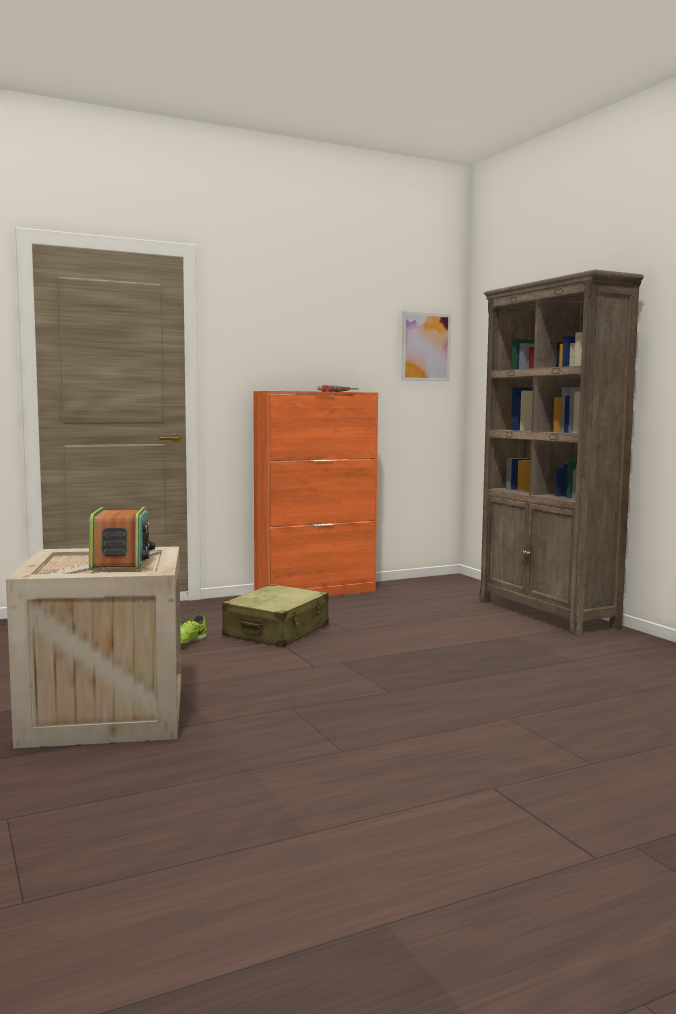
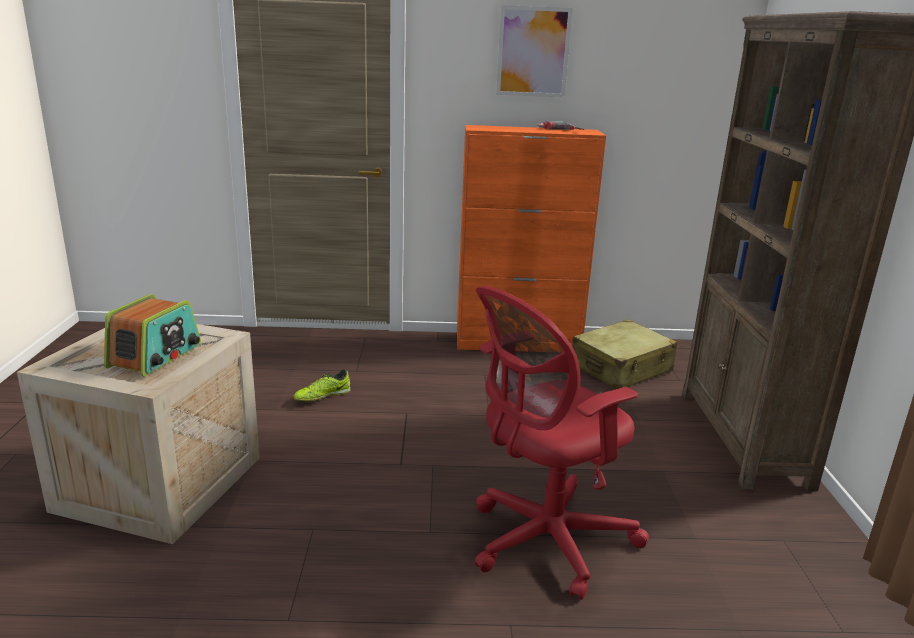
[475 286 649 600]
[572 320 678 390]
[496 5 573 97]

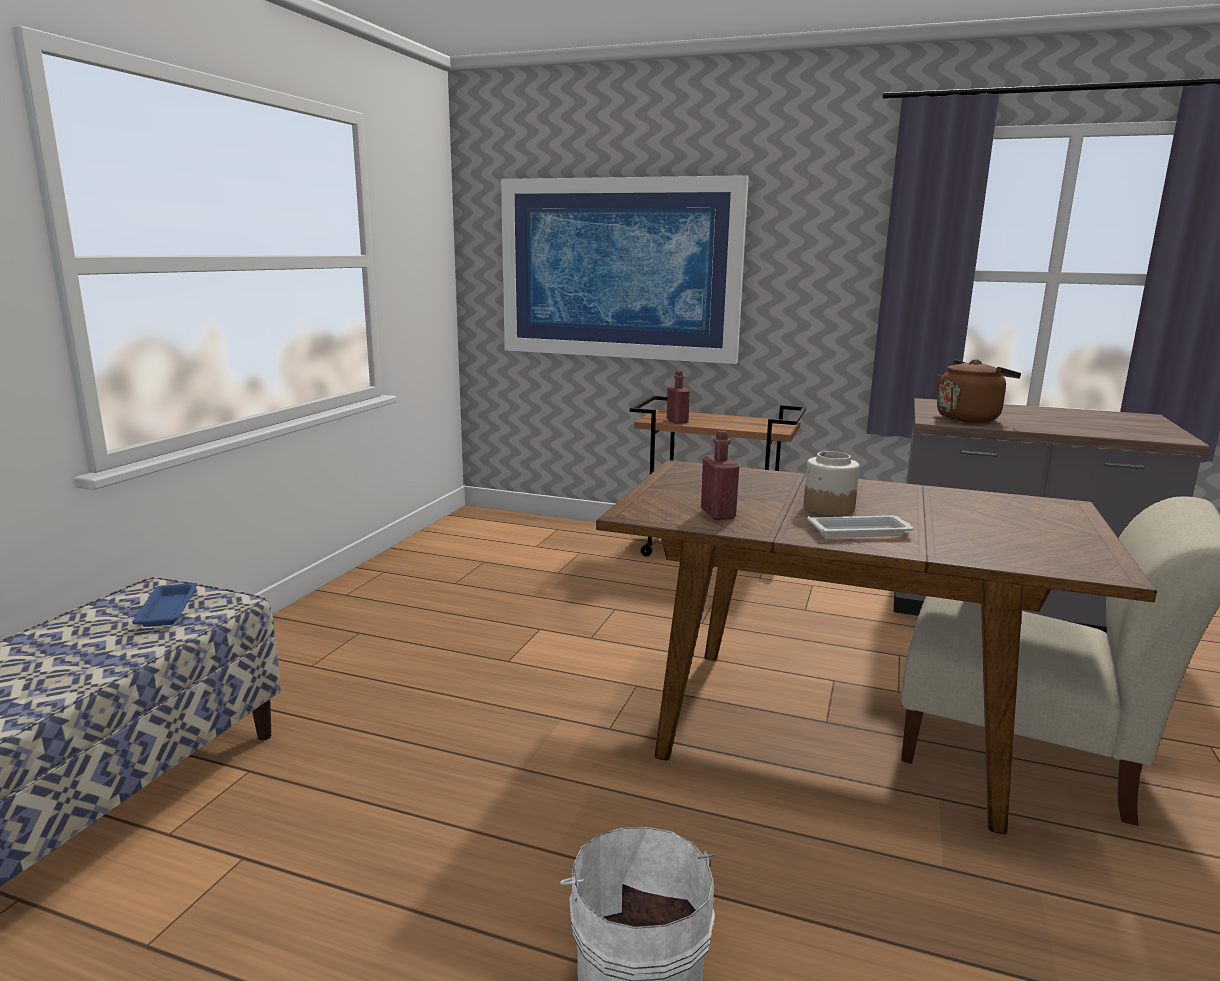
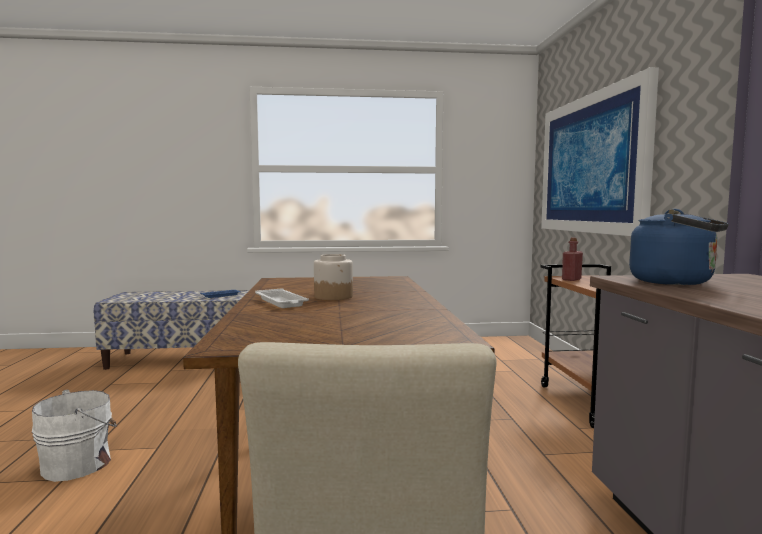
[701 431 739 520] (first image)
[629 209 729 285]

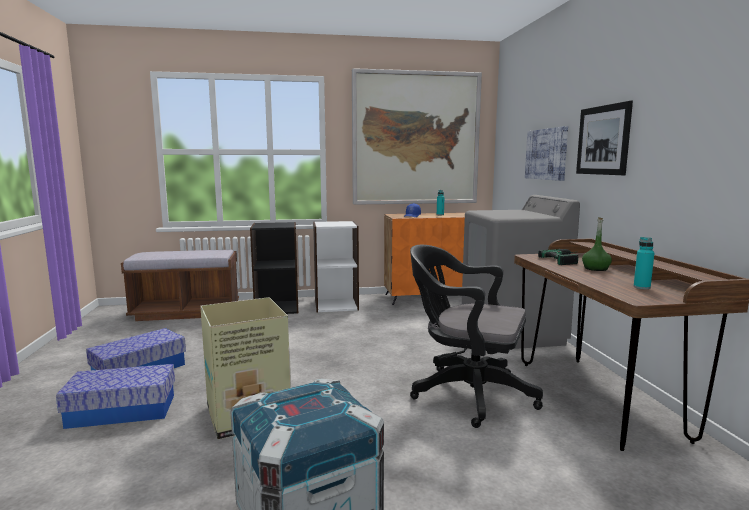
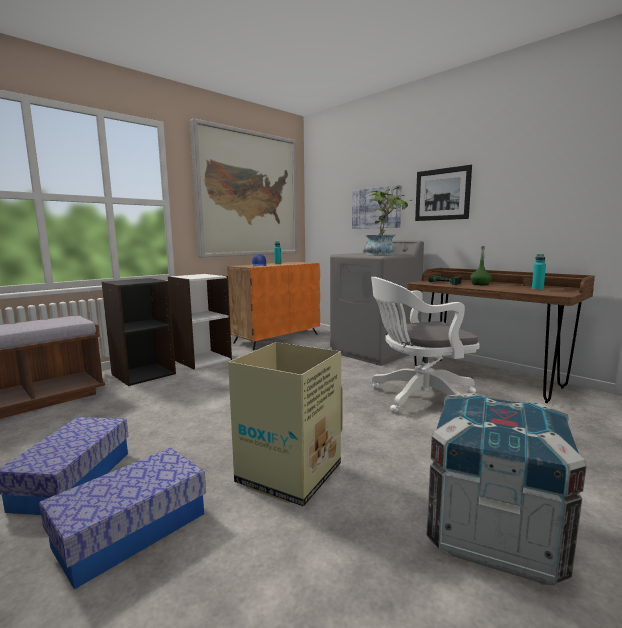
[365 187 413 255]
[371 277 480 413]

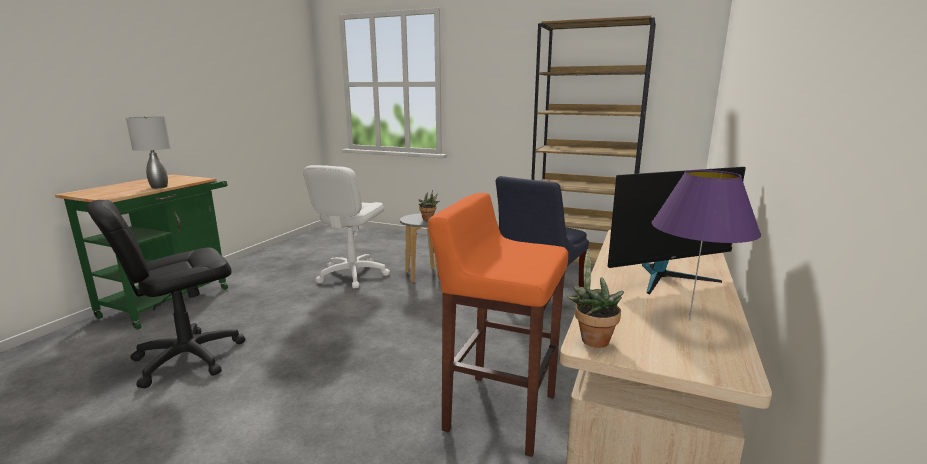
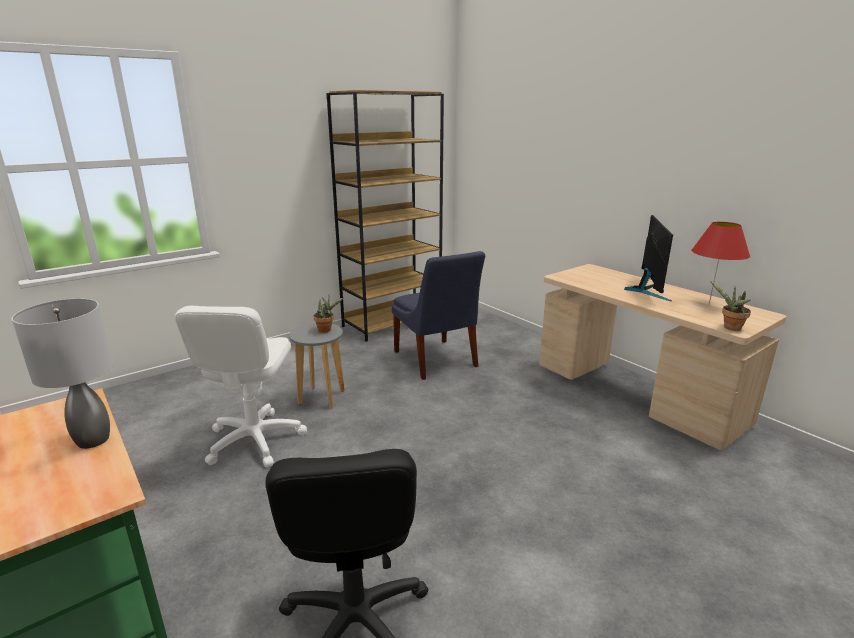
[428 193 568 457] (first image)
[691 222 750 304]
[175 306 307 467]

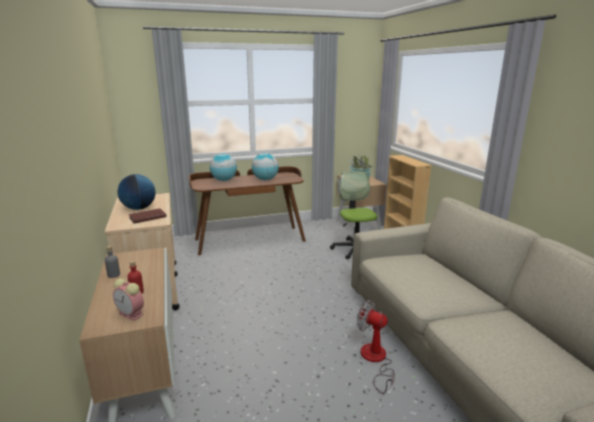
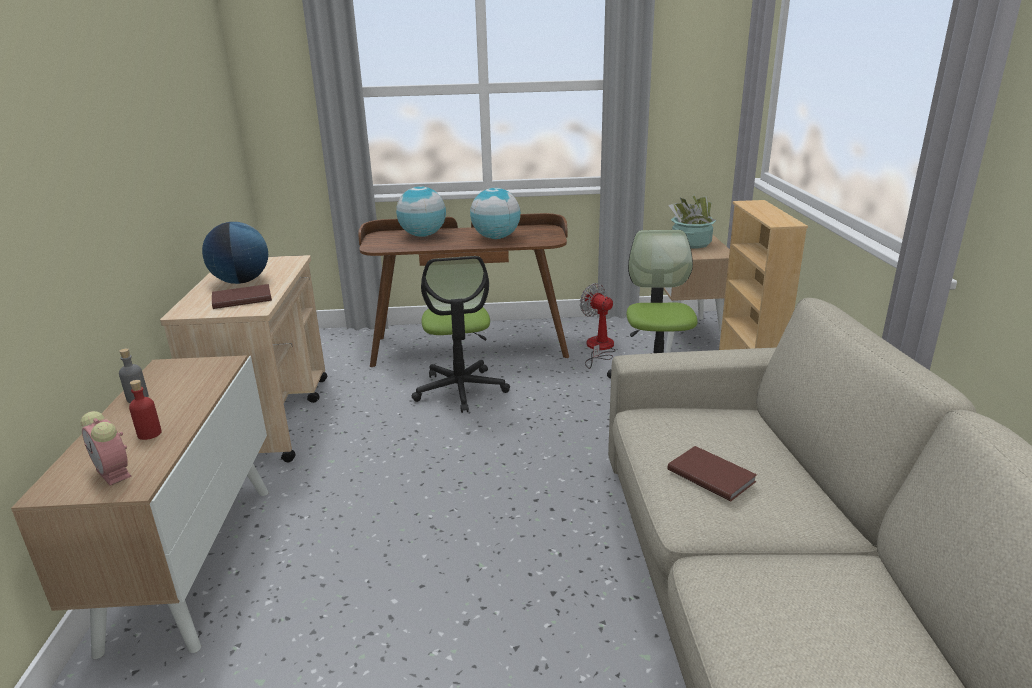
[411 256 510 413]
[668 446 757 501]
[580 283 616 369]

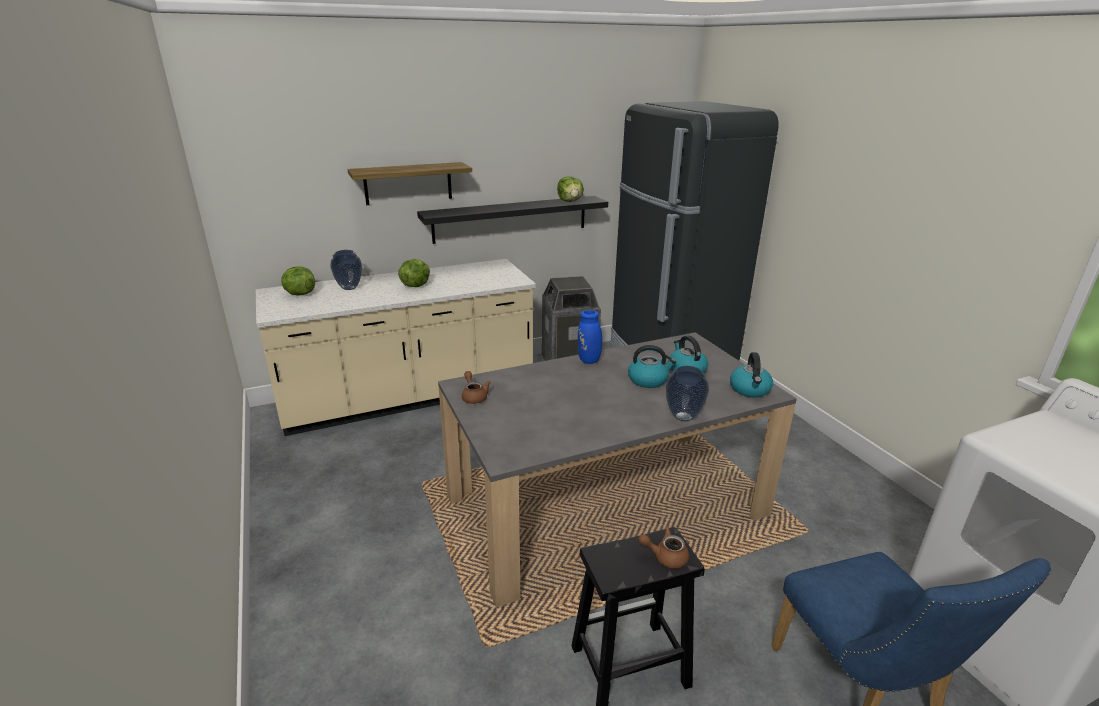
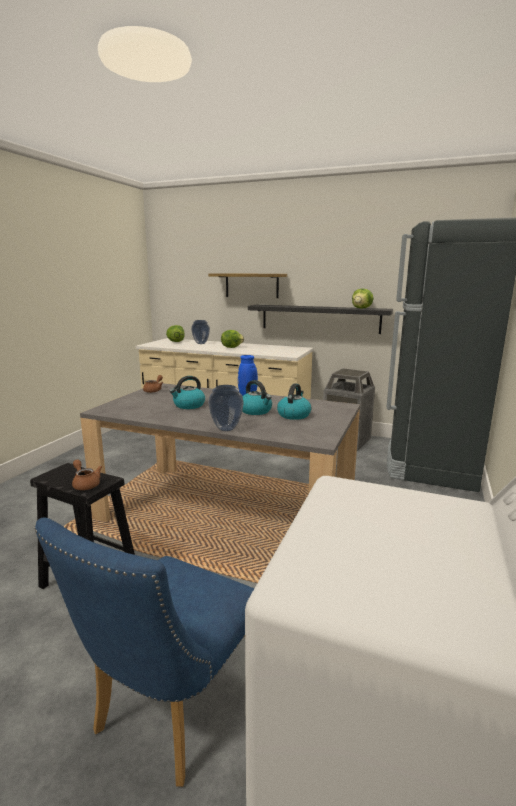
[170 376 205 409]

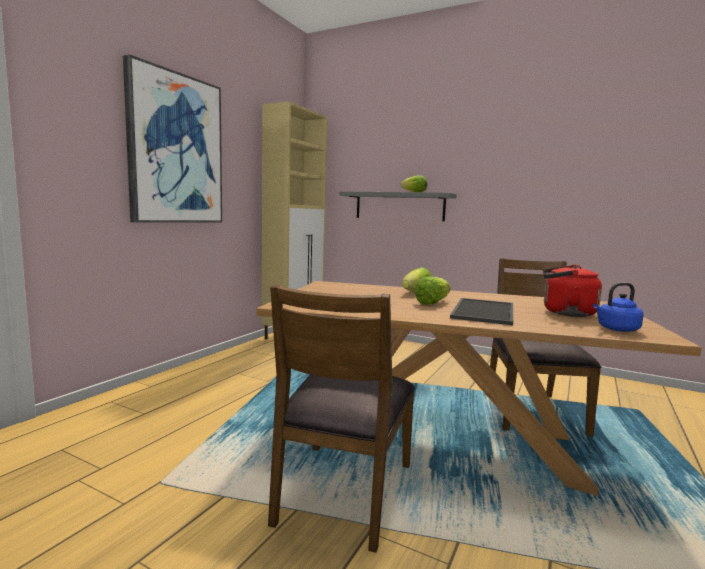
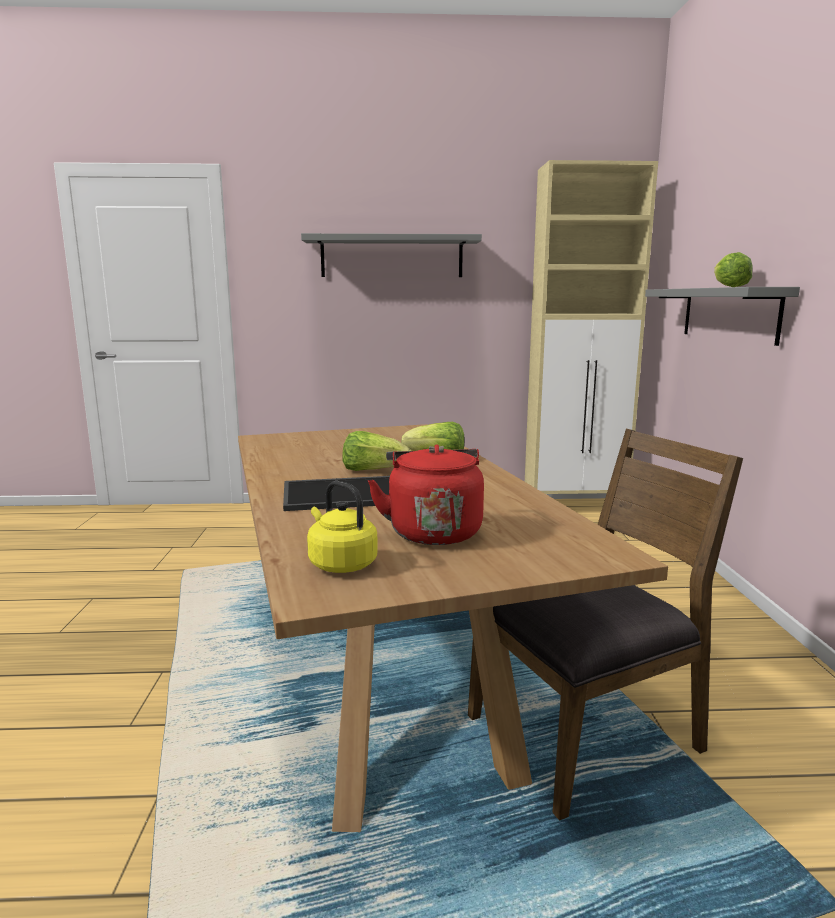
[268 284 415 553] (first image)
[301 233 482 277]
[307 481 378 573]

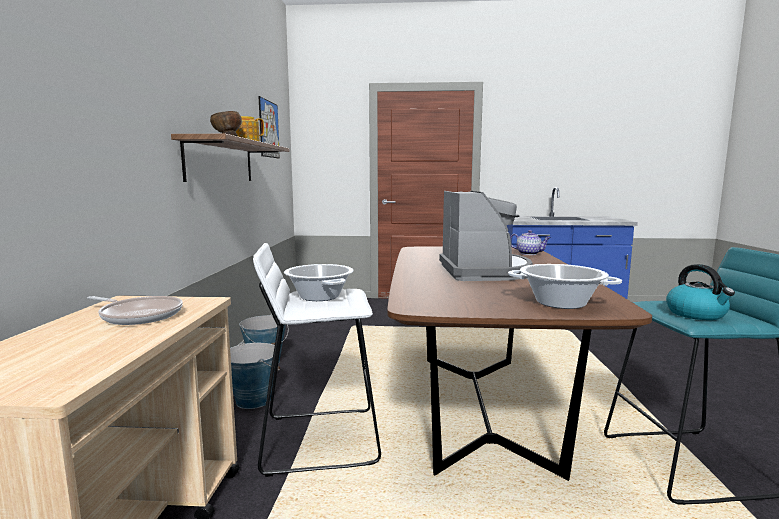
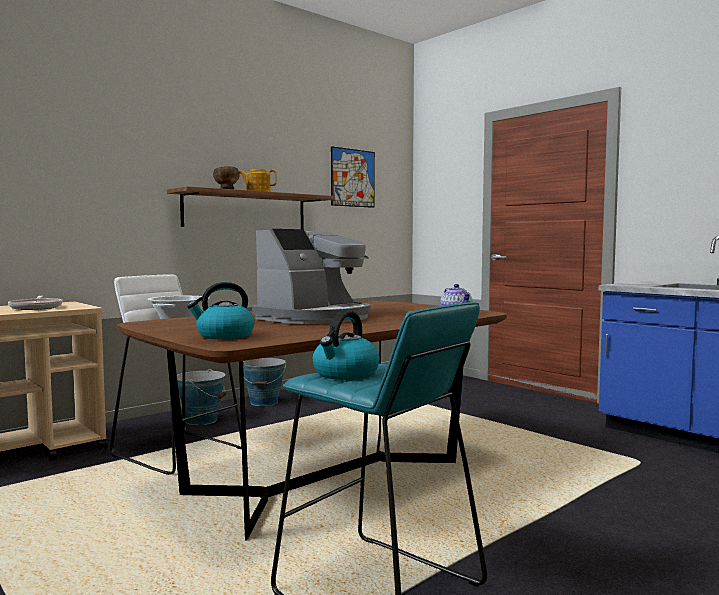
[187 282 254 339]

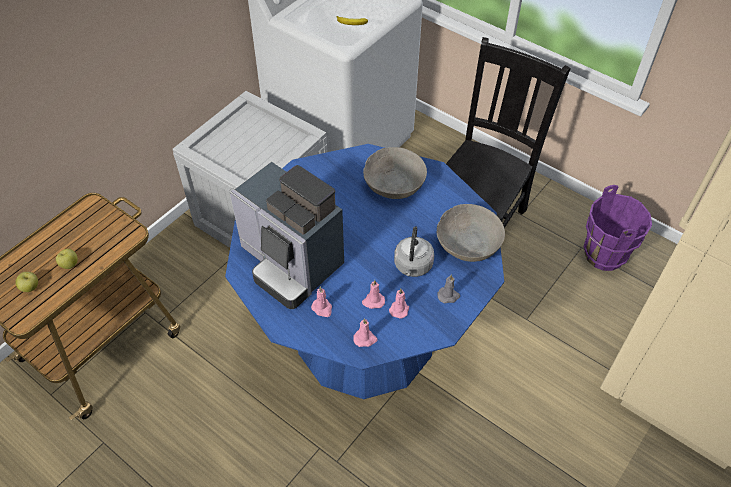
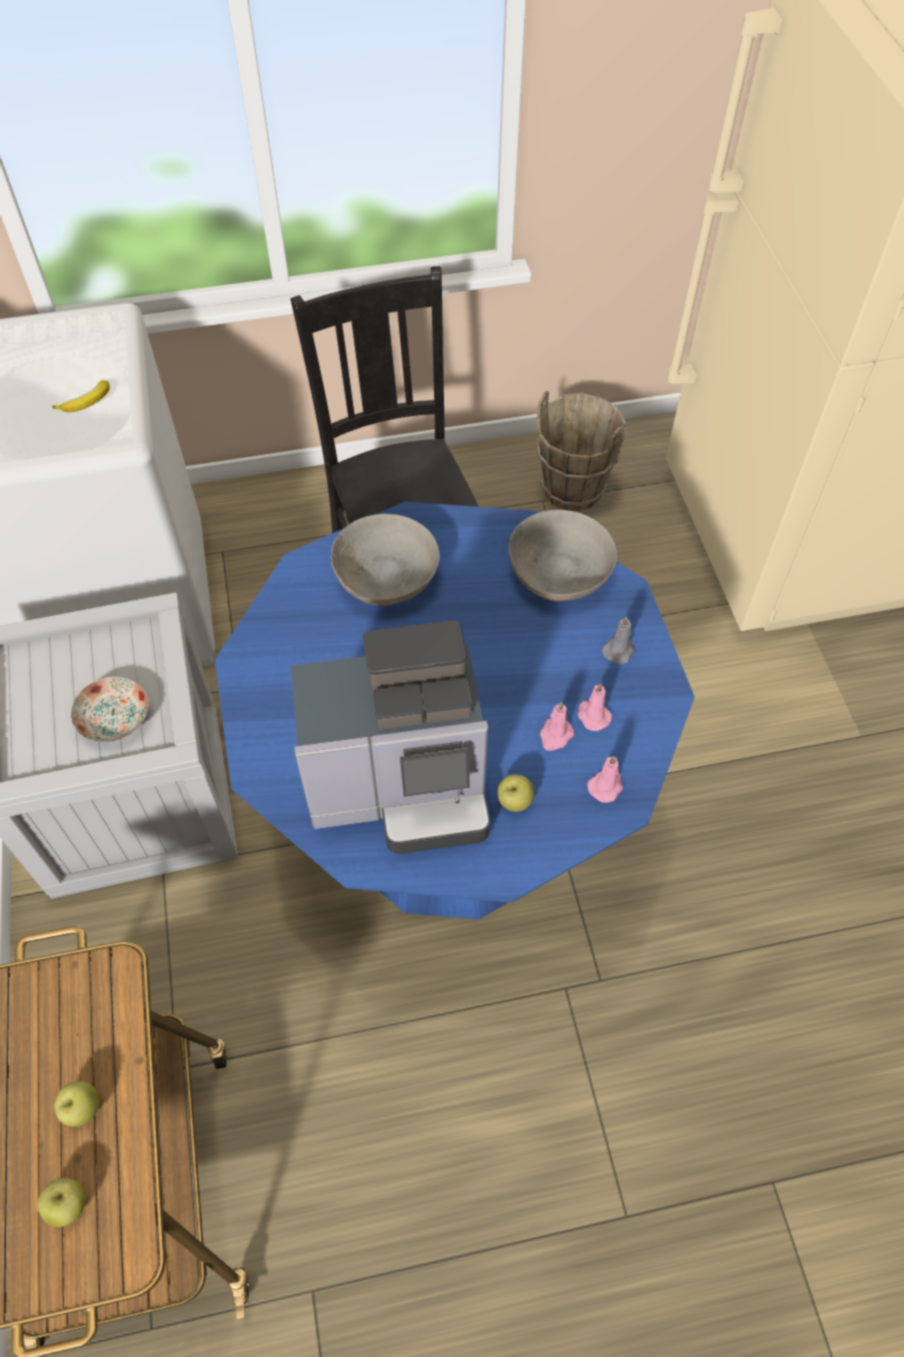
[394 226 434 277] (first image)
[71 677 148 742]
[497 775 534 812]
[536 391 627 512]

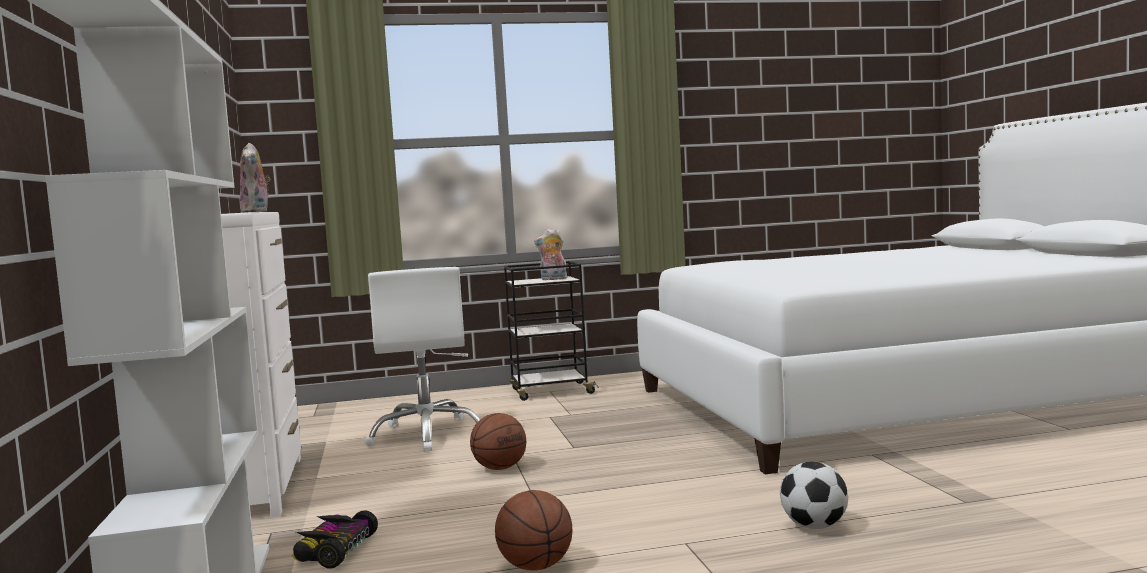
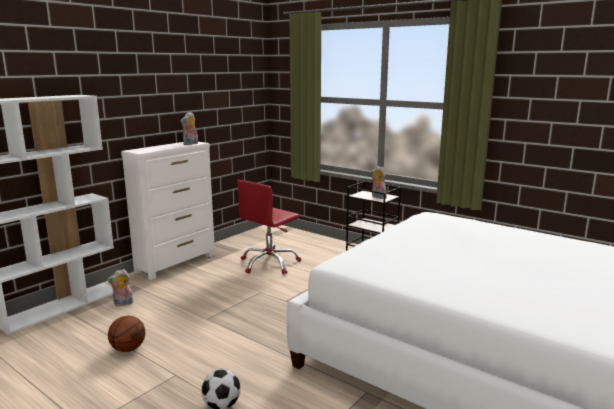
[470 413 526 470] (first image)
[107 269 134 306]
[237 180 301 275]

